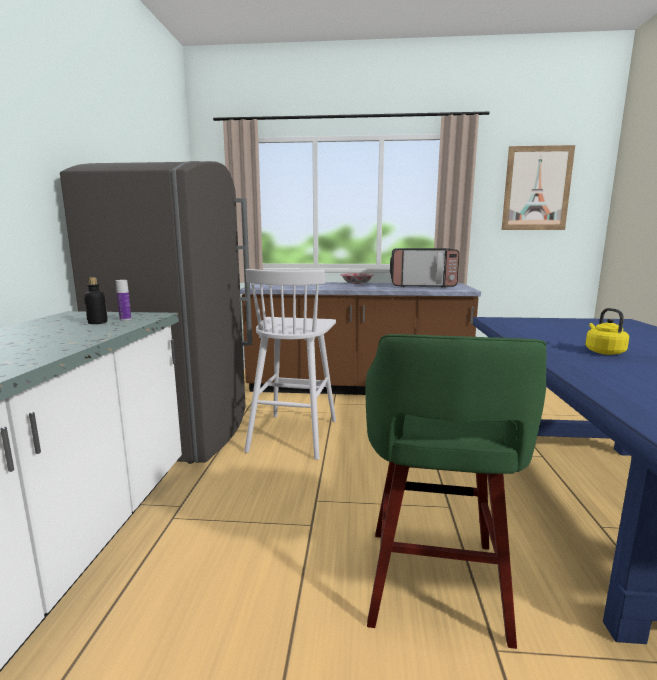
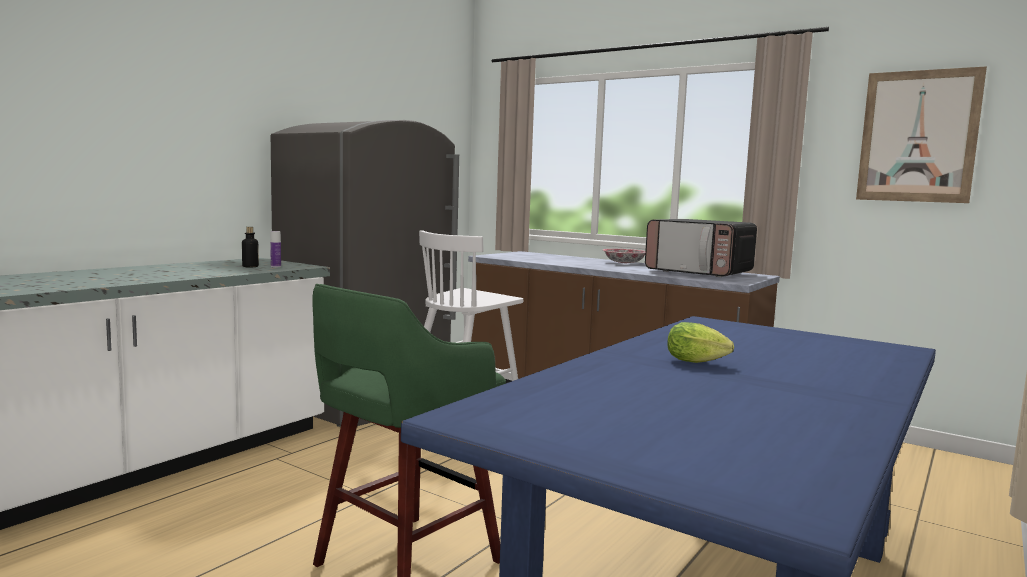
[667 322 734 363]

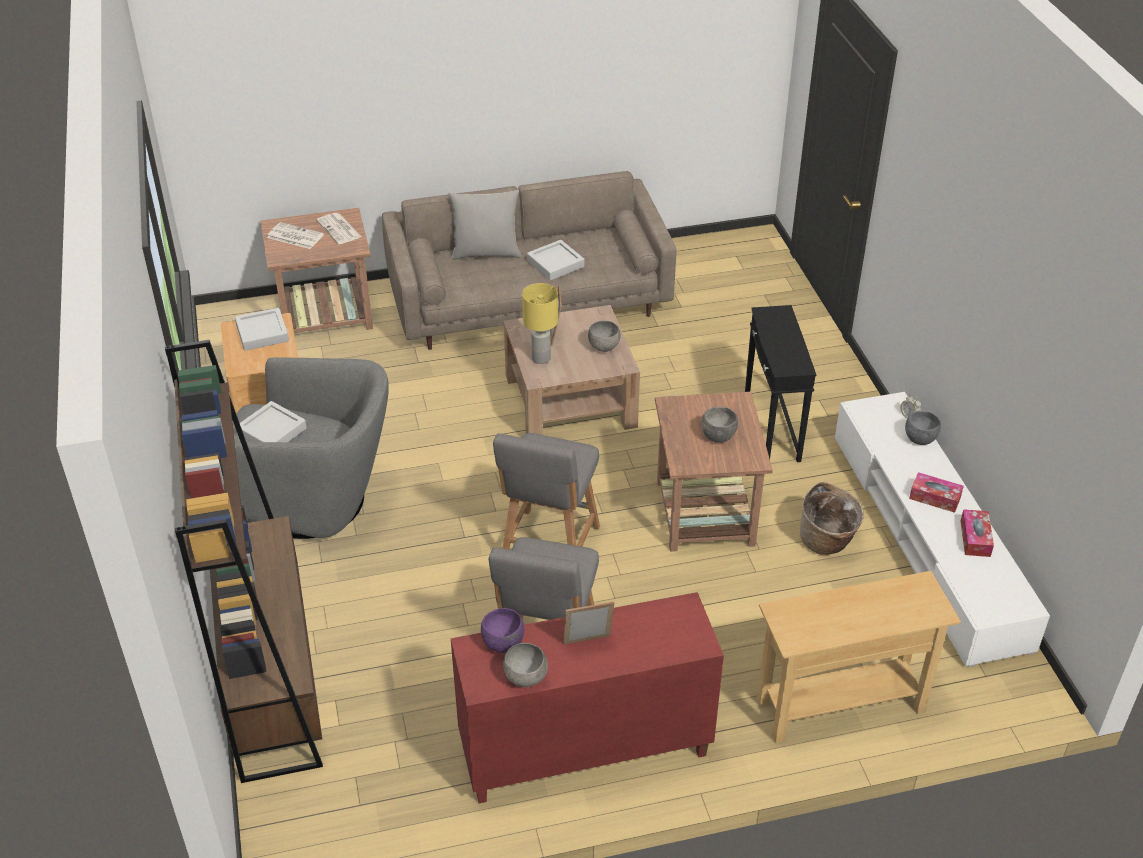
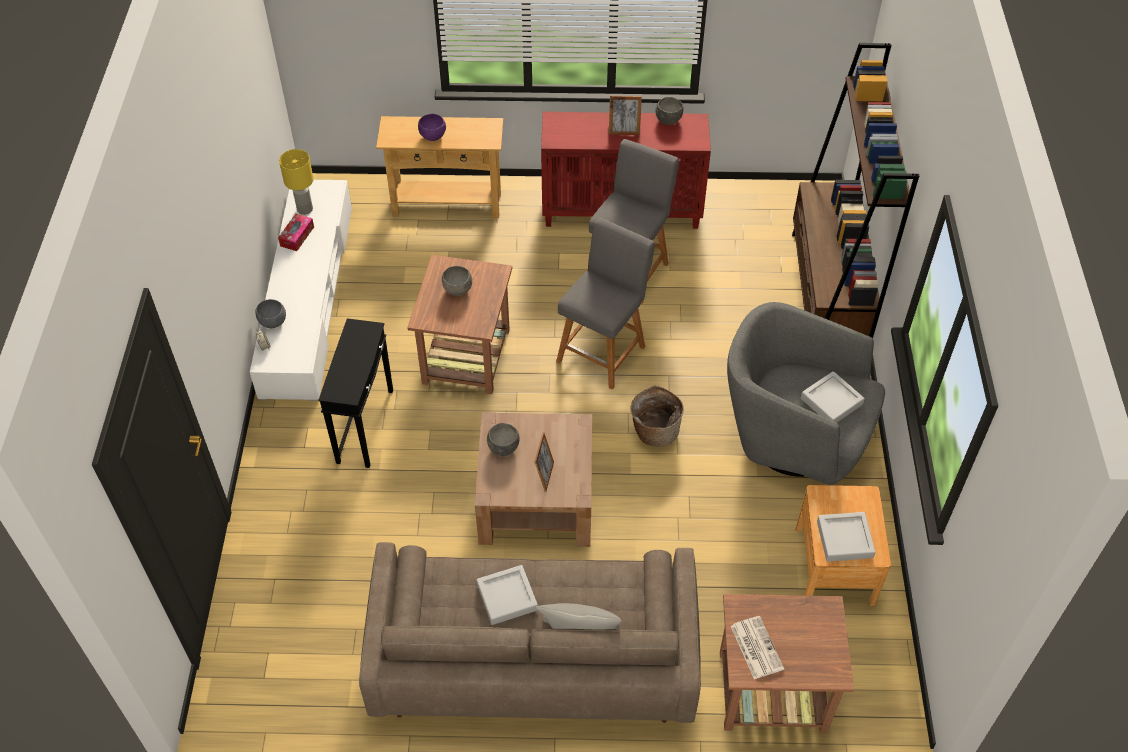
[267 222 324 249] (first image)
[909 472 964 513] (first image)
[418 114 446 141]
[279 149 314 215]
[630 385 684 447]

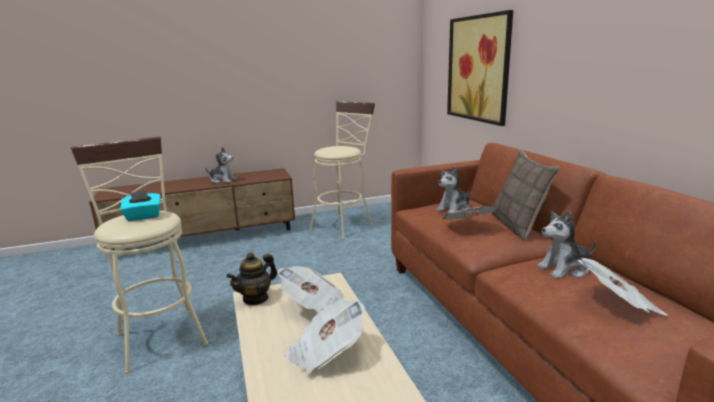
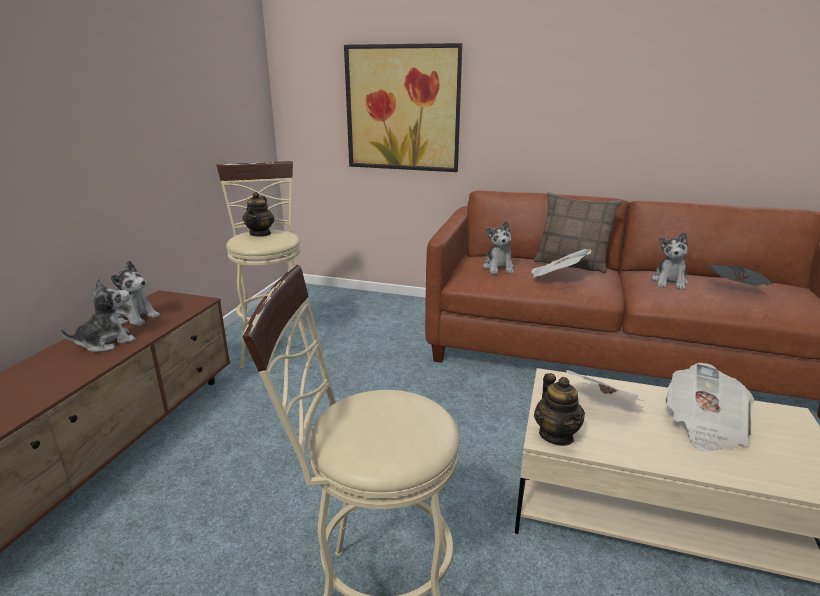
[120 191 161 221] (first image)
[110 260 160 326]
[243 192 274 237]

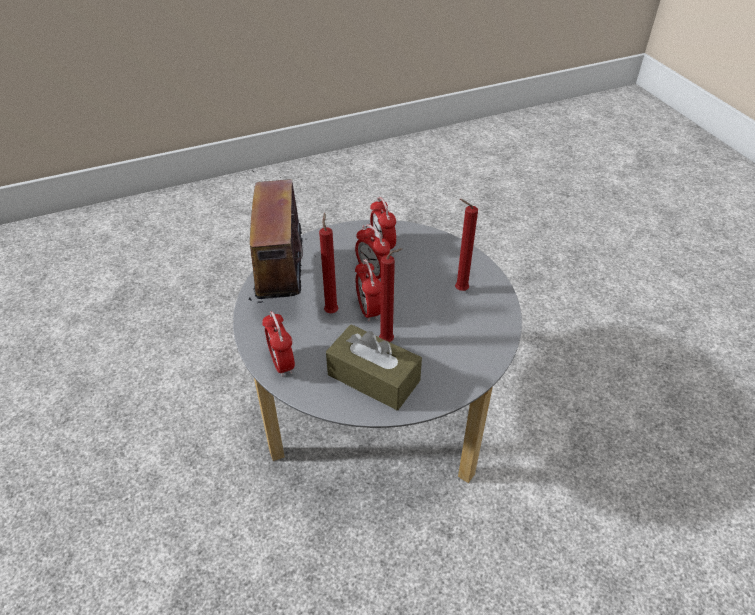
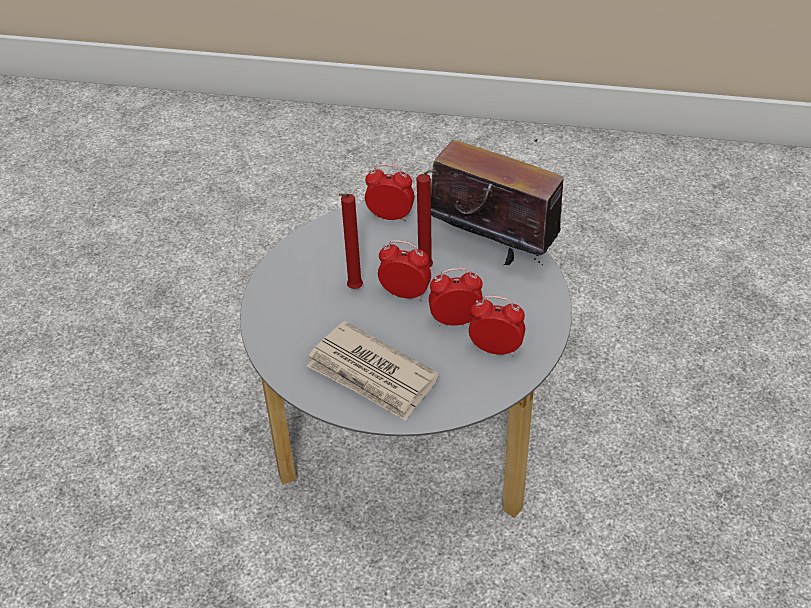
[326 324 422 410] (first image)
[307 321 439 421]

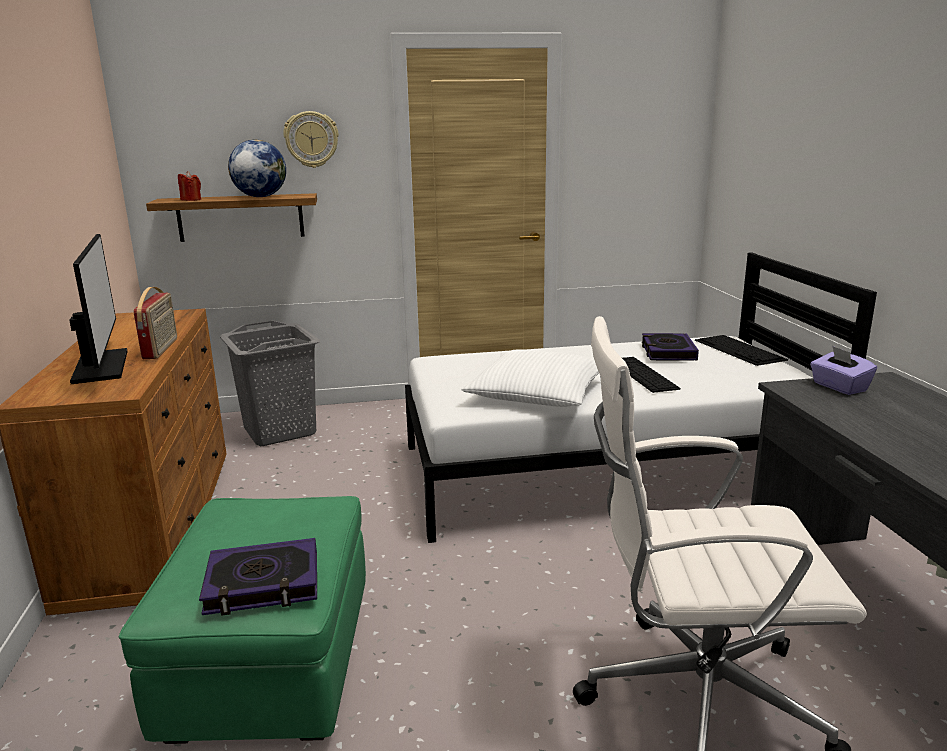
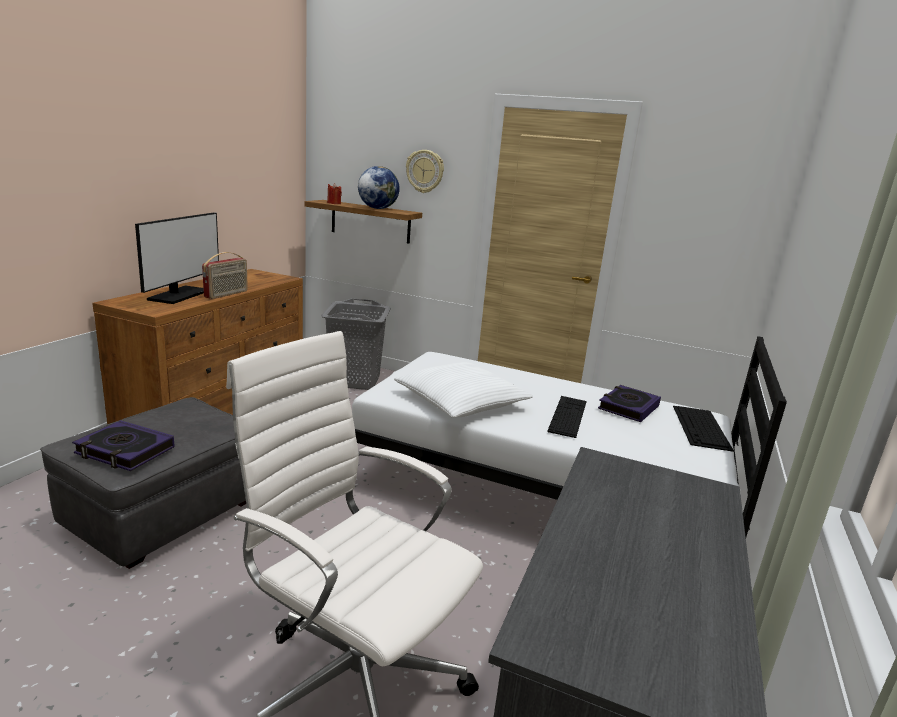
[810 346 877 395] (first image)
[40 397 246 569]

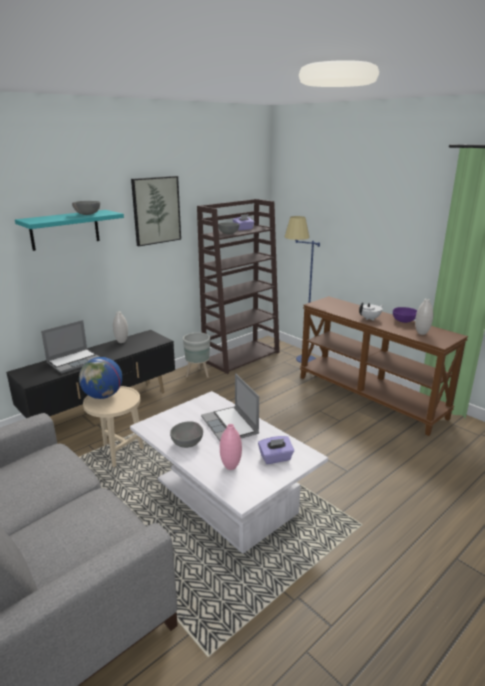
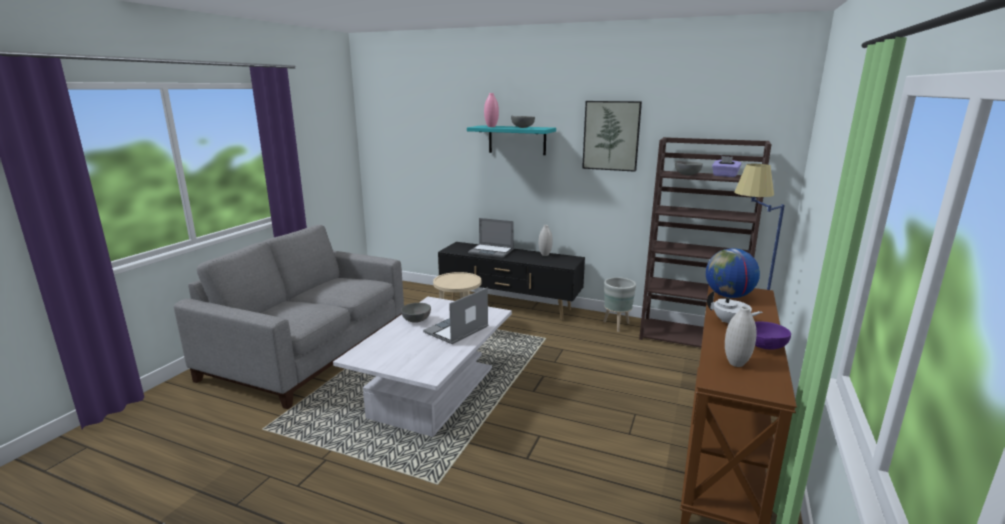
[258 436 294 464] (first image)
[706 248 760 298]
[484 93 499 127]

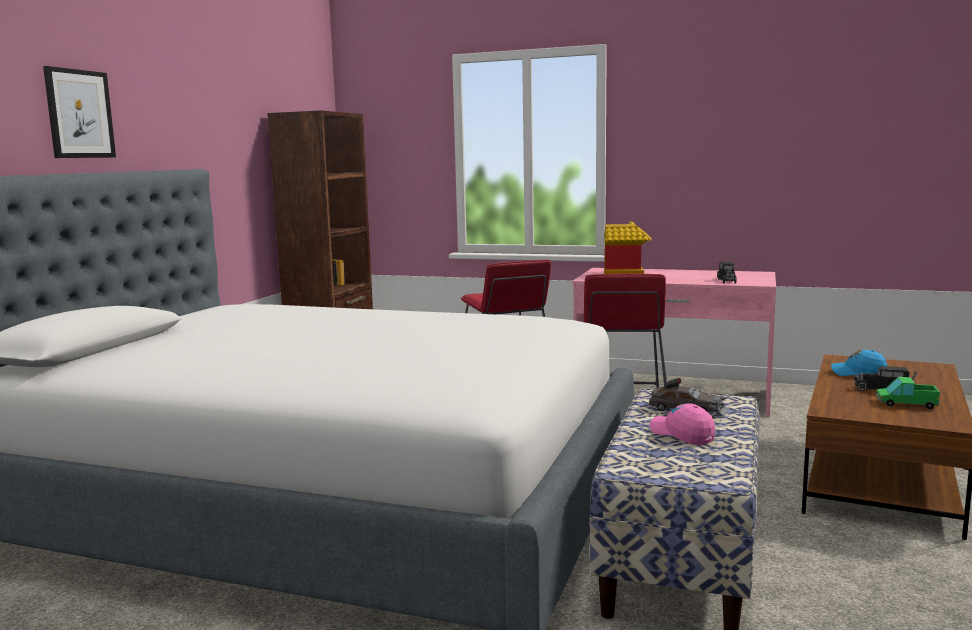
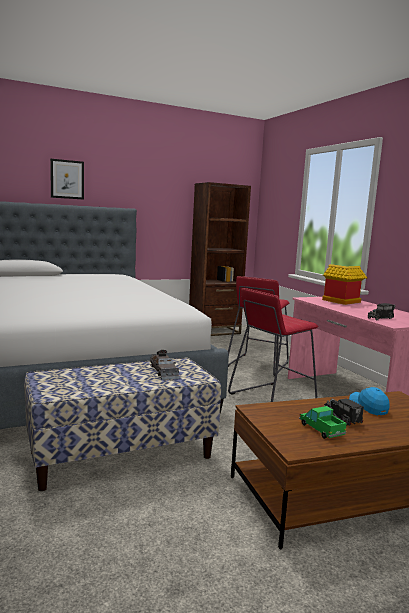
[650 403 715 445] (first image)

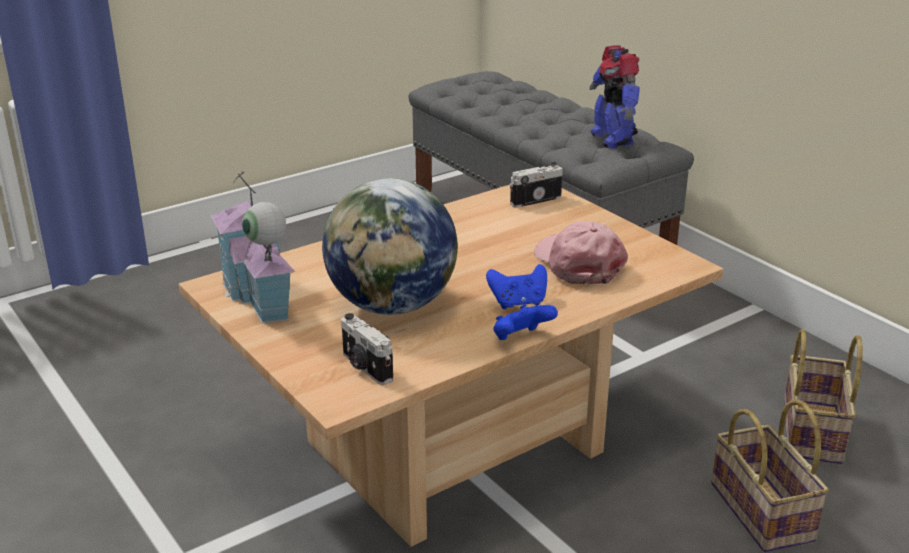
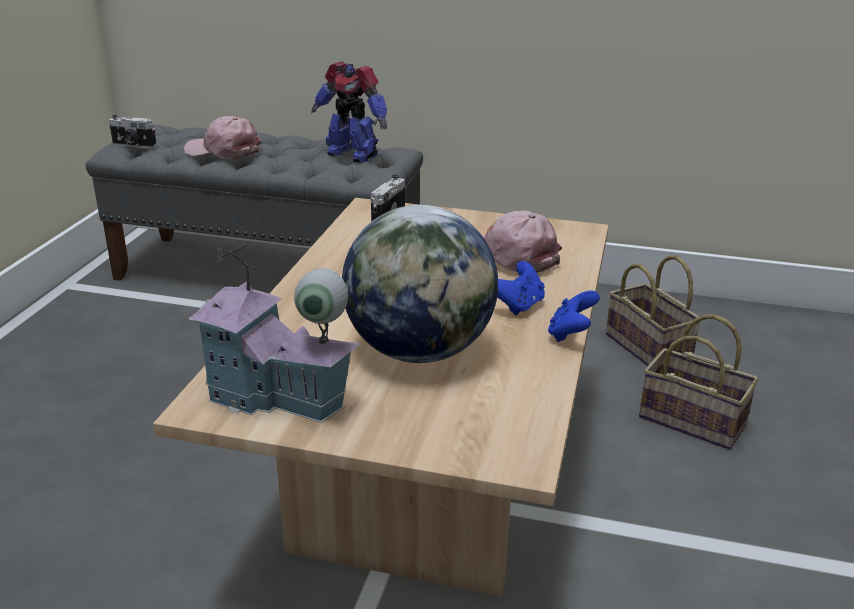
[184 116 261 159]
[109 115 157 149]

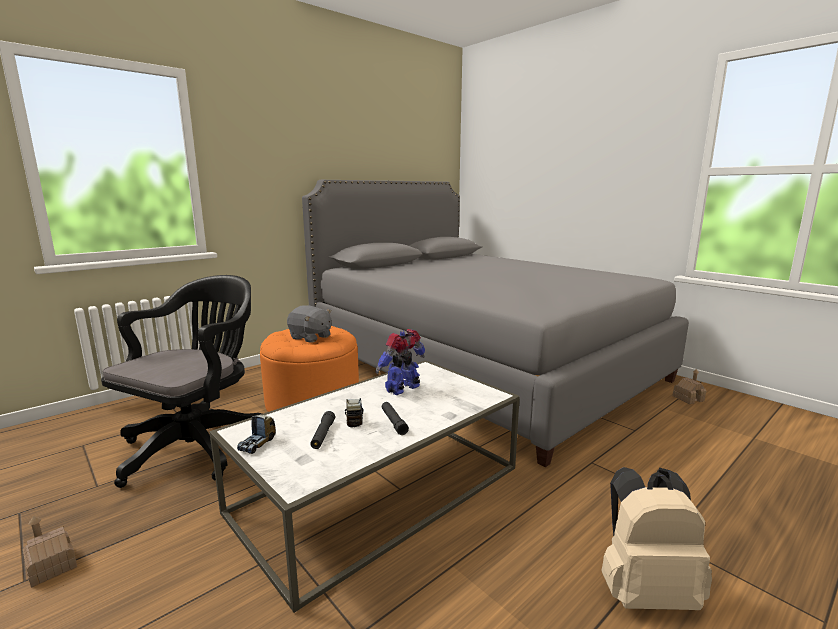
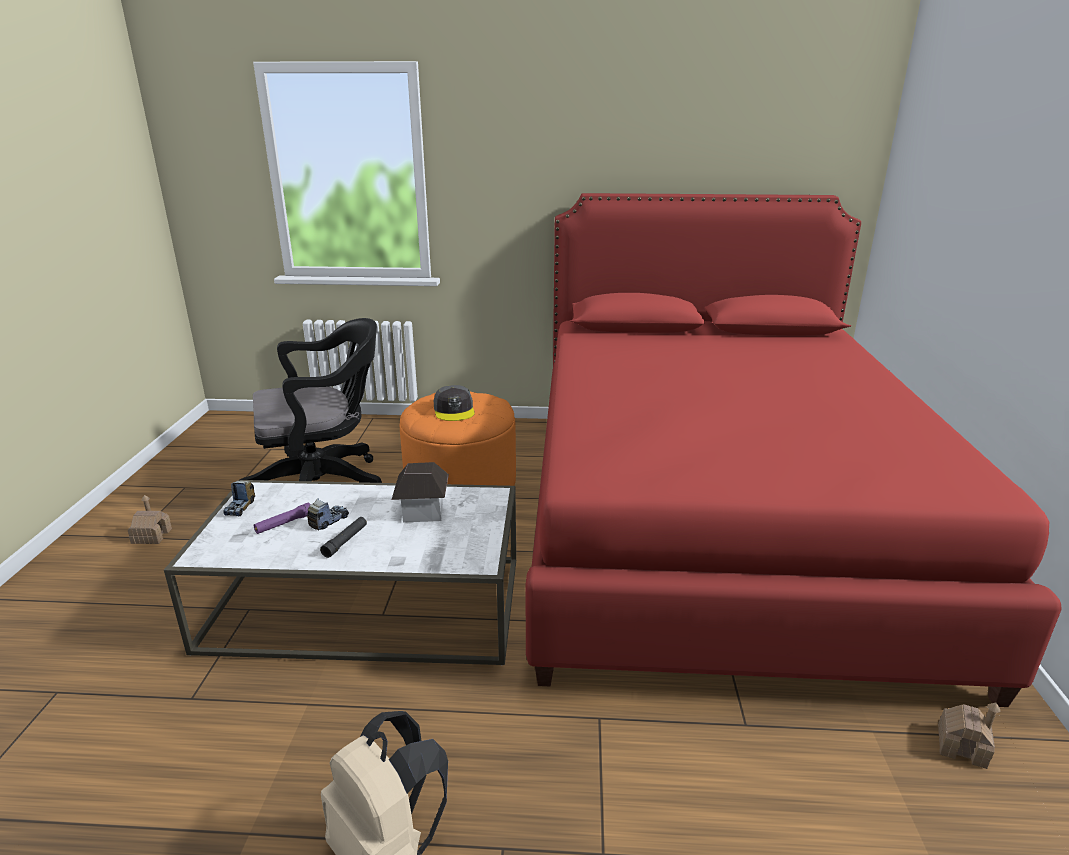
[434 385 475 421]
[391 462 449 522]
[525 193 1061 707]
[254 503 311 534]
[224 481 255 516]

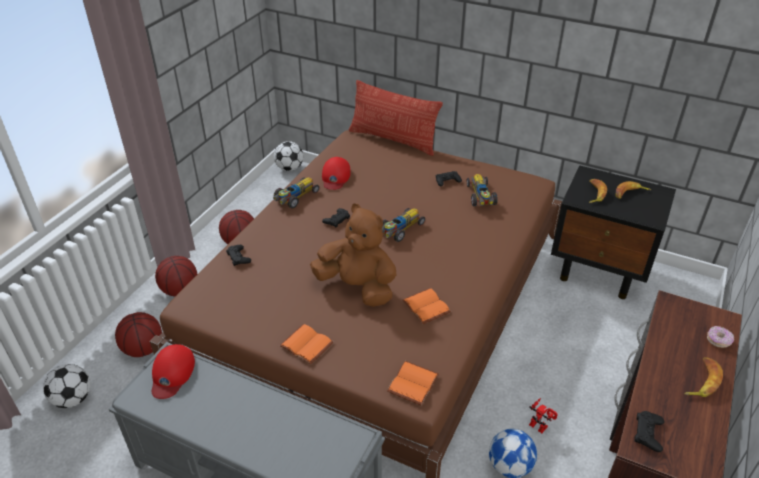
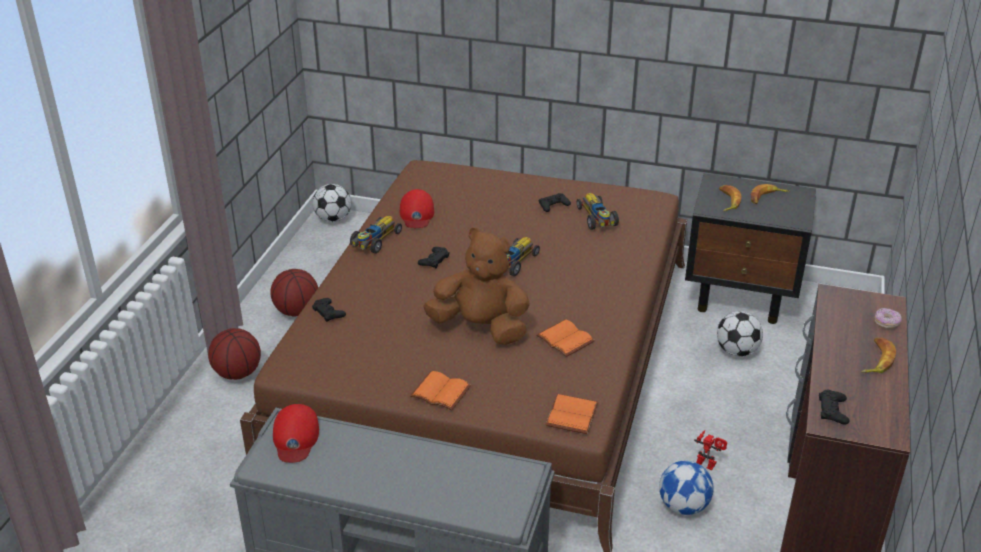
[115 312 162 357] (first image)
[349 80 443 156] (first image)
[717 311 763 357]

